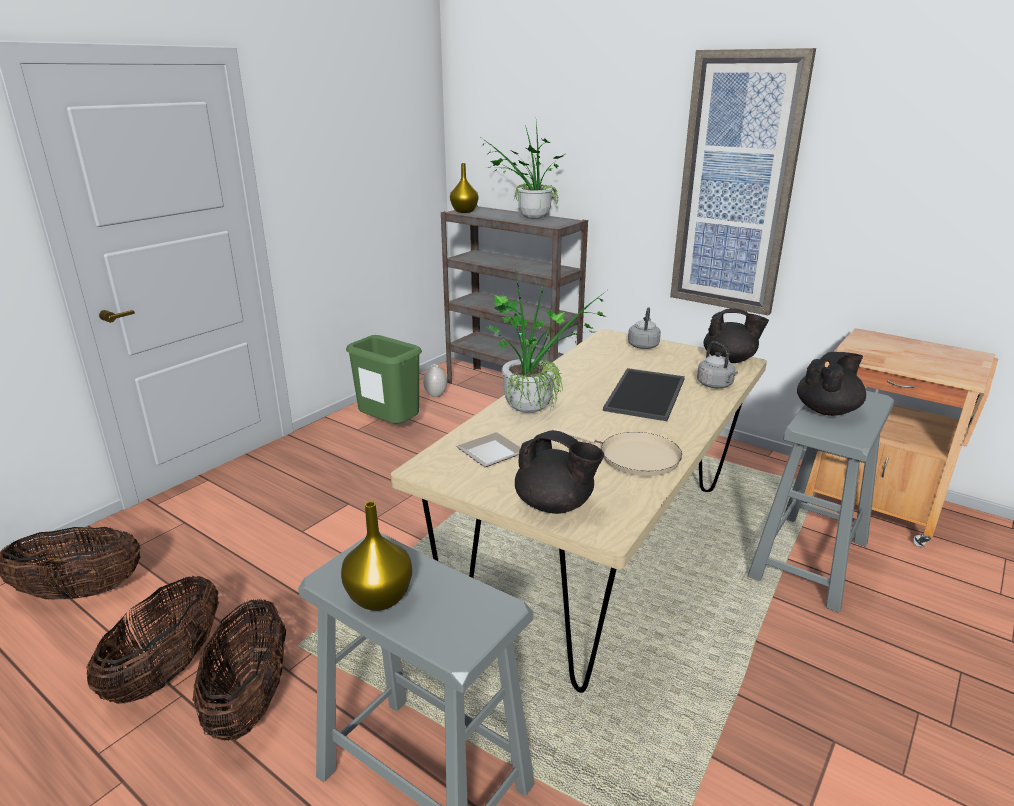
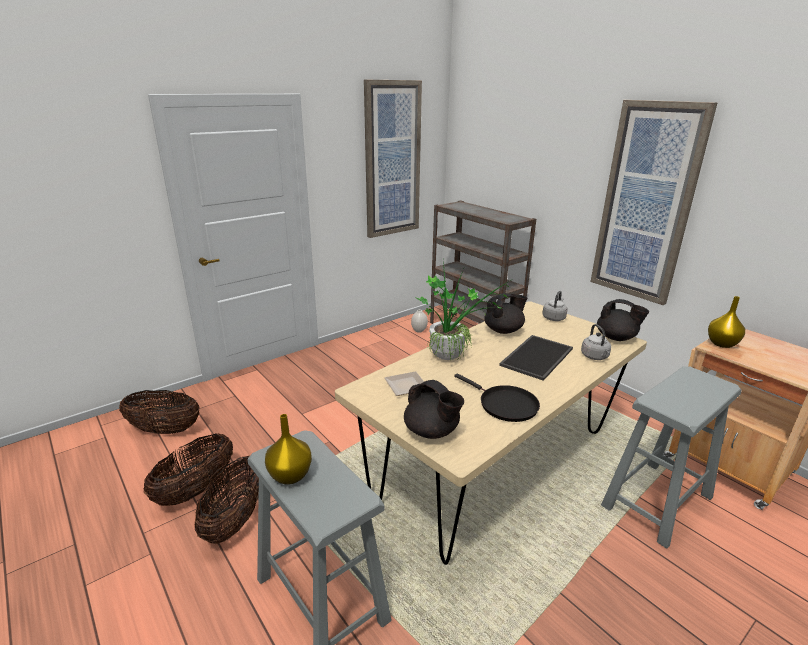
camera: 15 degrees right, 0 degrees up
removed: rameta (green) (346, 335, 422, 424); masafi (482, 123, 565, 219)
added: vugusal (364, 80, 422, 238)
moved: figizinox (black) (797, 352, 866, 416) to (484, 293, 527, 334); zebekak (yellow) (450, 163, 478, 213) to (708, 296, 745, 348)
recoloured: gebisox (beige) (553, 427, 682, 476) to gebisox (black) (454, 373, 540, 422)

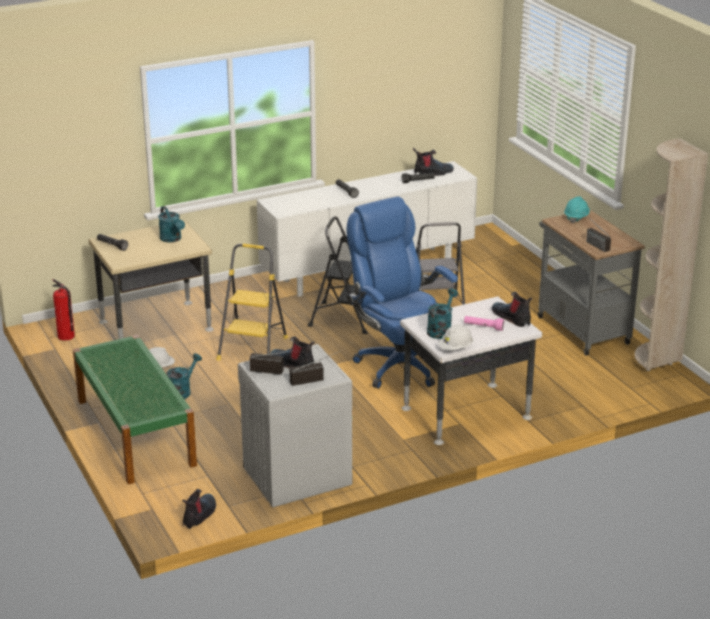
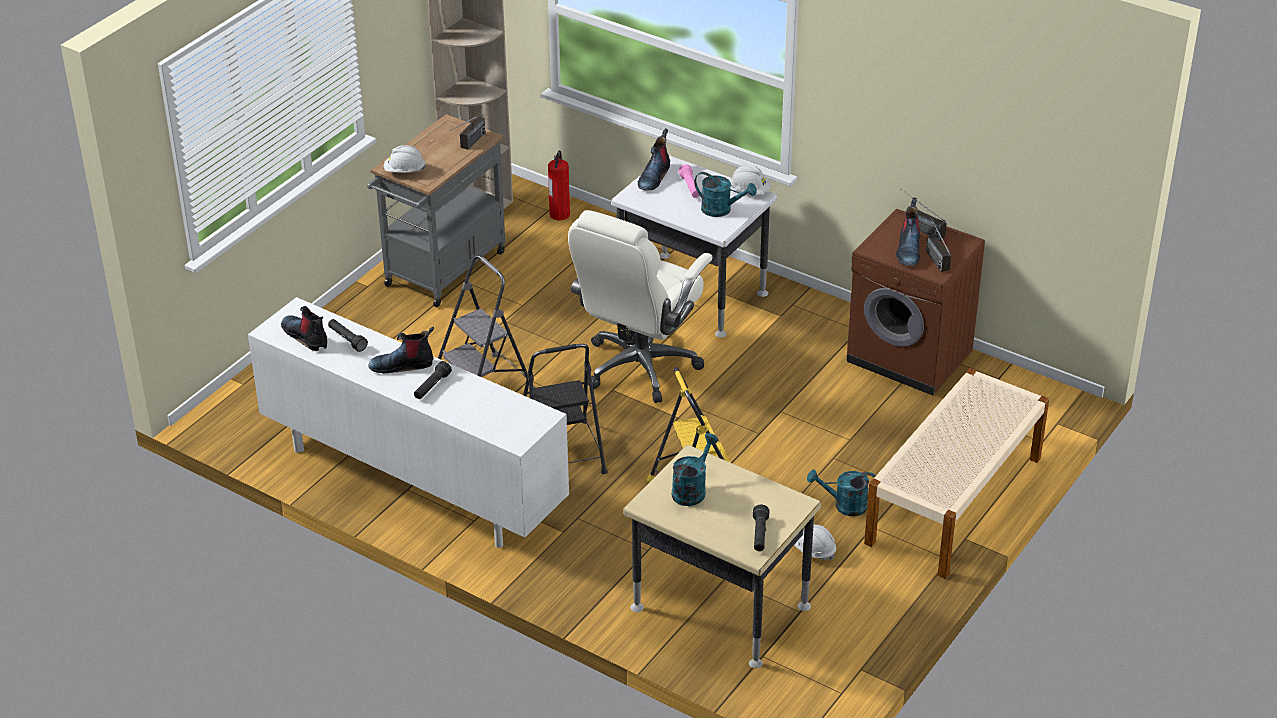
camera: 120 degrees left, 10 degrees up
moved: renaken (182, 489, 216, 529) to (368, 327, 434, 373); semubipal (53, 279, 75, 341) to (548, 151, 570, 221)
recoloured: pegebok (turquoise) (564, 196, 590, 223) to pegebok (white) (384, 145, 426, 173); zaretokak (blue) (347, 197, 458, 389) to zaretokak (white) (568, 210, 712, 403); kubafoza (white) (238, 344, 352, 507) to kubafoza (brown) (847, 209, 985, 395); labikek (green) (73, 335, 197, 485) to labikek (beige) (864, 368, 1049, 579)
turned: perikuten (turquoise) (427, 288, 458, 339) = (694, 172, 757, 217) 150 degrees counterclockwise

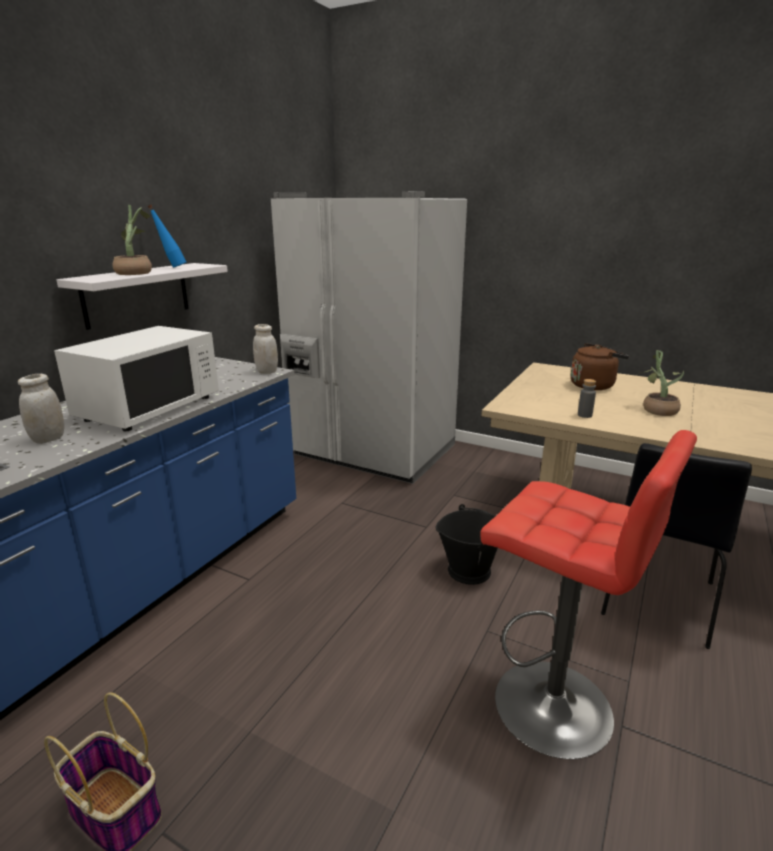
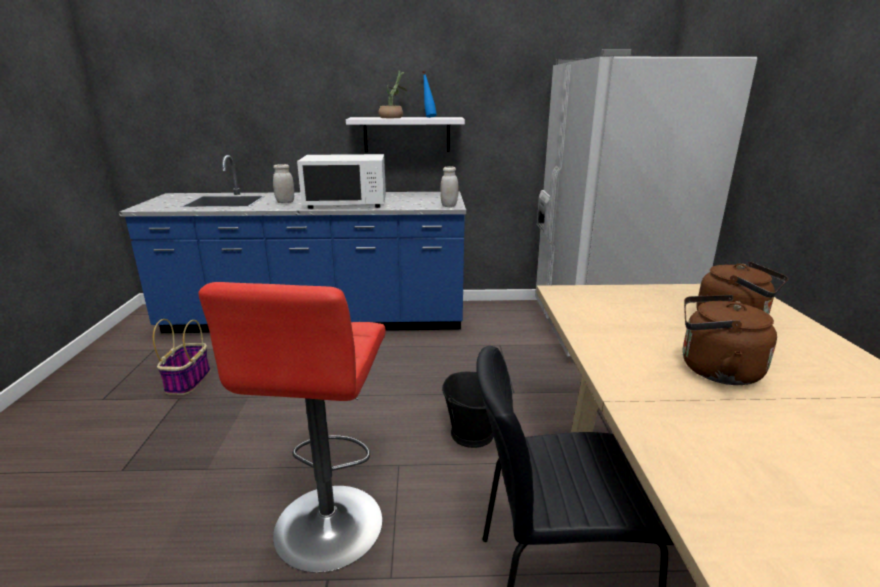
camera: 60 degrees right, 0 degrees up
removed: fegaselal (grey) (578, 379, 596, 418)
replaced: masafi (642, 350, 684, 416) to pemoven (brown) (683, 295, 777, 385)

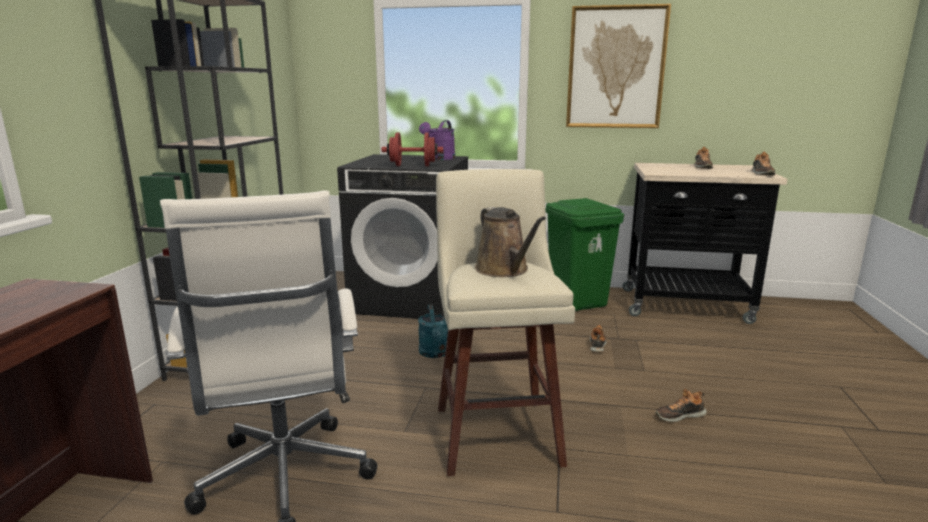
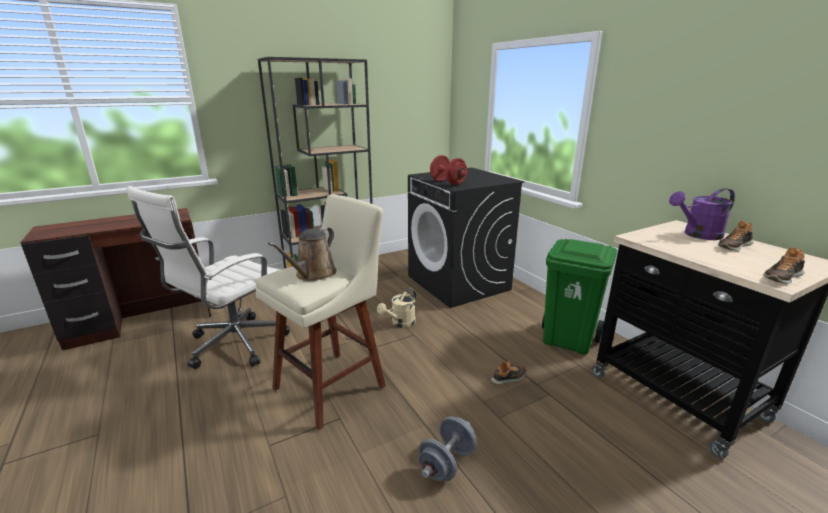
camera: 50 degrees right, 5 degrees up
removed: vugusal (566, 4, 671, 128)
moved: perikuten (purple) (419, 120, 455, 160) to (669, 188, 735, 240)
replaced: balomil (656, 389, 707, 422) to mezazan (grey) (418, 416, 477, 481)
recoloured: perikuten (turquoise) (418, 304, 448, 358) to perikuten (beige) (377, 288, 416, 328)

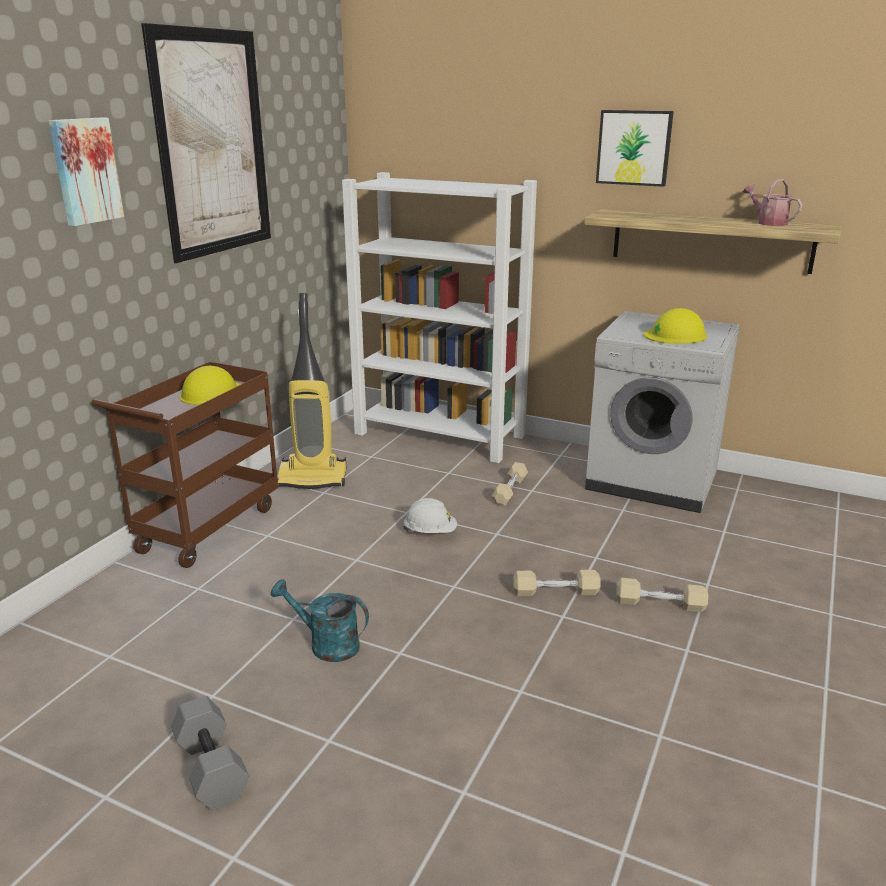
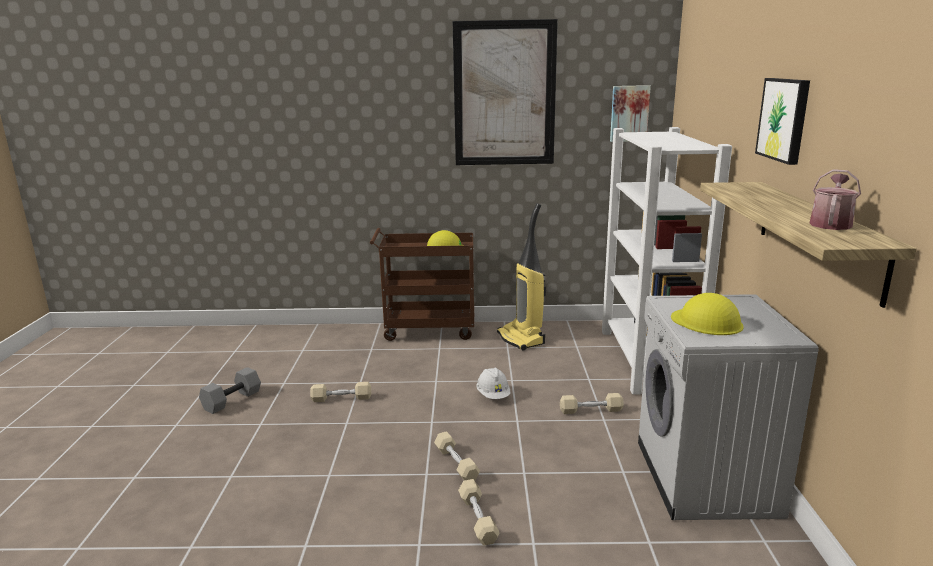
camera: 65 degrees right, 5 degrees down
moved: vugusal (49, 117, 124, 226) to (610, 85, 651, 142)
replaced: perikuten (turquoise) (270, 579, 369, 662) to mezazan (beige) (310, 382, 371, 402)

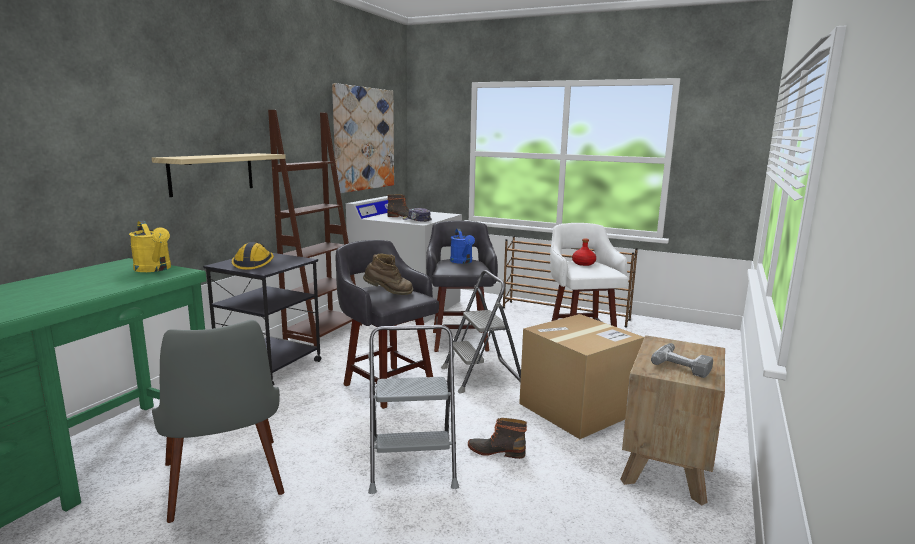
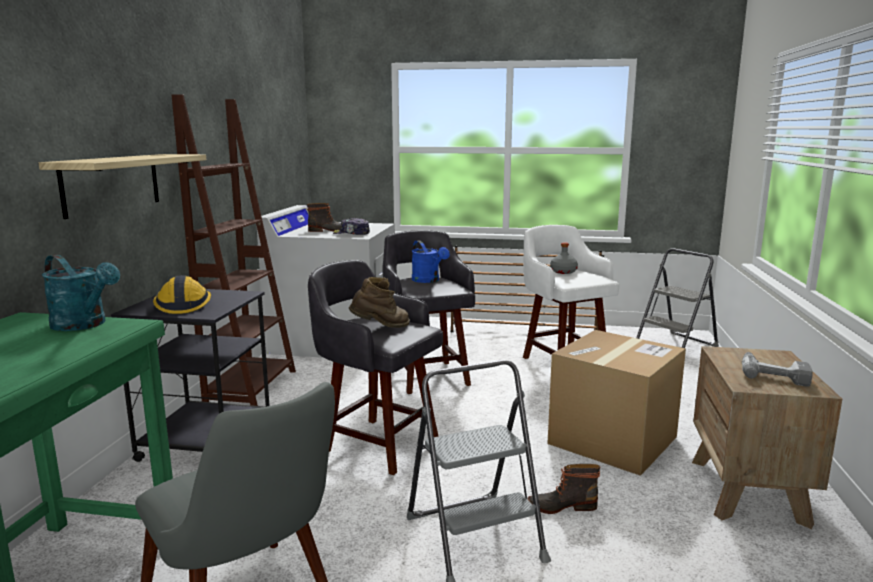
camera: 15 degrees left, 0 degrees up
removed: vugusal (332, 83, 394, 193)
moved: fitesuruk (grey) (441, 270, 521, 394) to (636, 248, 719, 348)
recoloured: perikuten (yellow) (129, 221, 171, 272) to perikuten (turquoise) (42, 255, 120, 331); fegaselal (red) (572, 239, 596, 266) to fegaselal (grey) (550, 243, 578, 274)

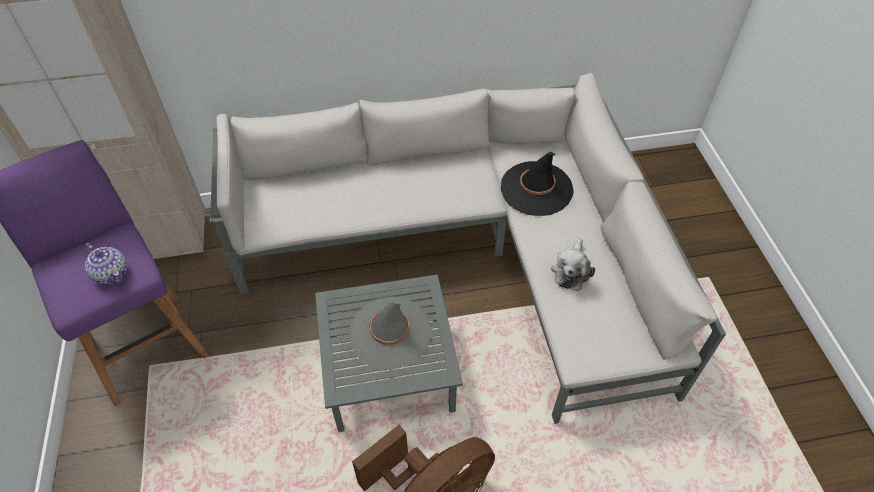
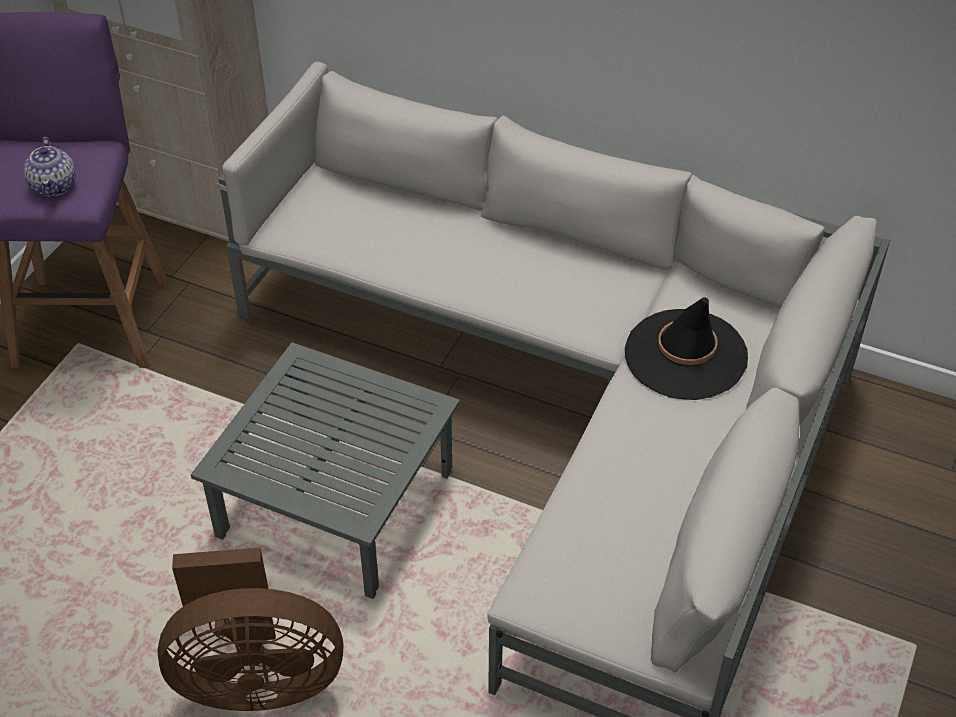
camera: 35 degrees right, 5 degrees down
removed: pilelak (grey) (349, 297, 432, 369); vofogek (551, 239, 595, 291)

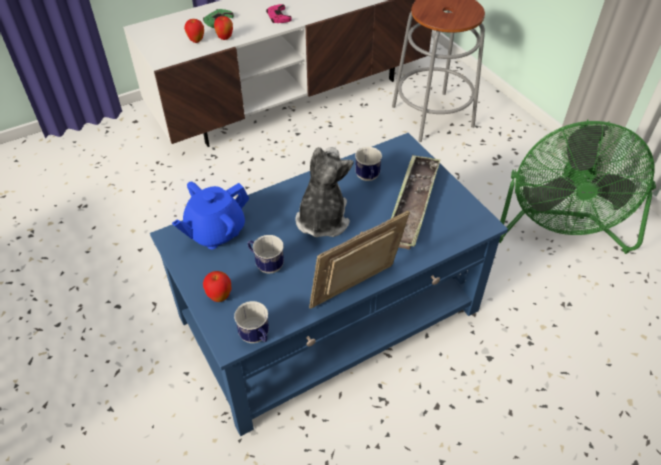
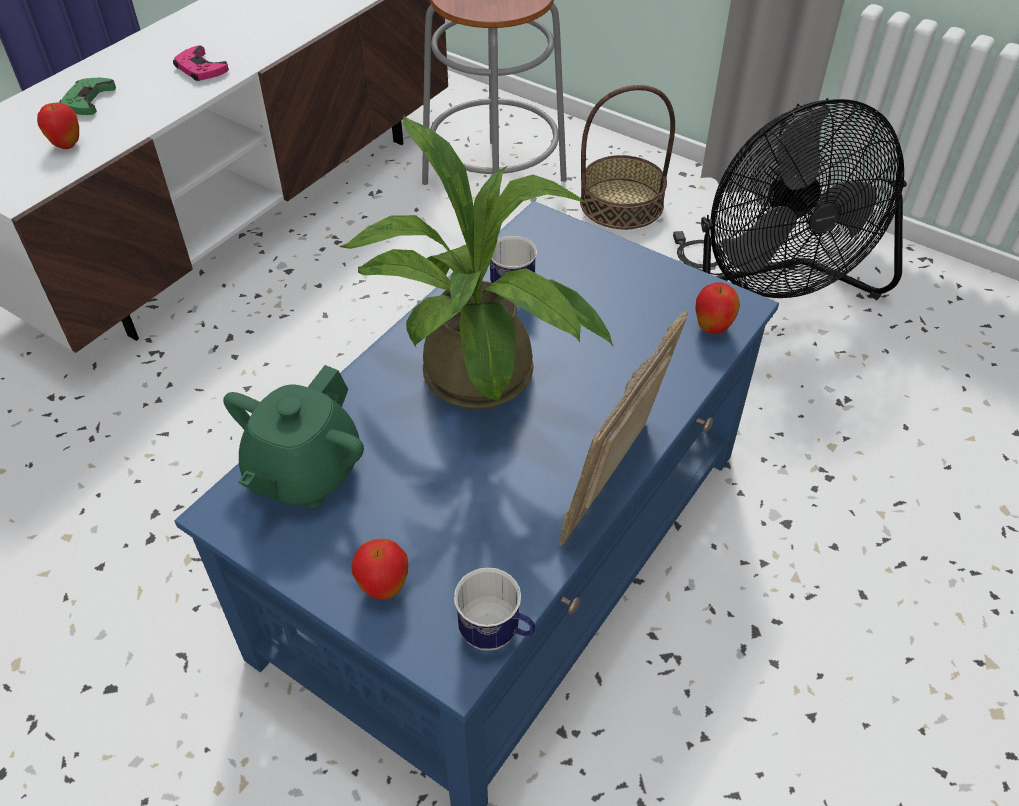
camera: 25 degrees left, 0 degrees up
removed: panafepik (248, 235, 284, 273); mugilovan (391, 155, 441, 249)
added: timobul (580, 85, 675, 229)
moved: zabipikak (214, 16, 233, 40) to (695, 283, 740, 334)
replaced: vofogek (295, 147, 354, 238) to masafi (339, 115, 613, 410)
recoloured: figizinox (blue) (172, 182, 250, 249) to figizinox (green) (223, 365, 364, 508); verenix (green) (499, 120, 656, 254) to verenix (black) (673, 98, 907, 301)

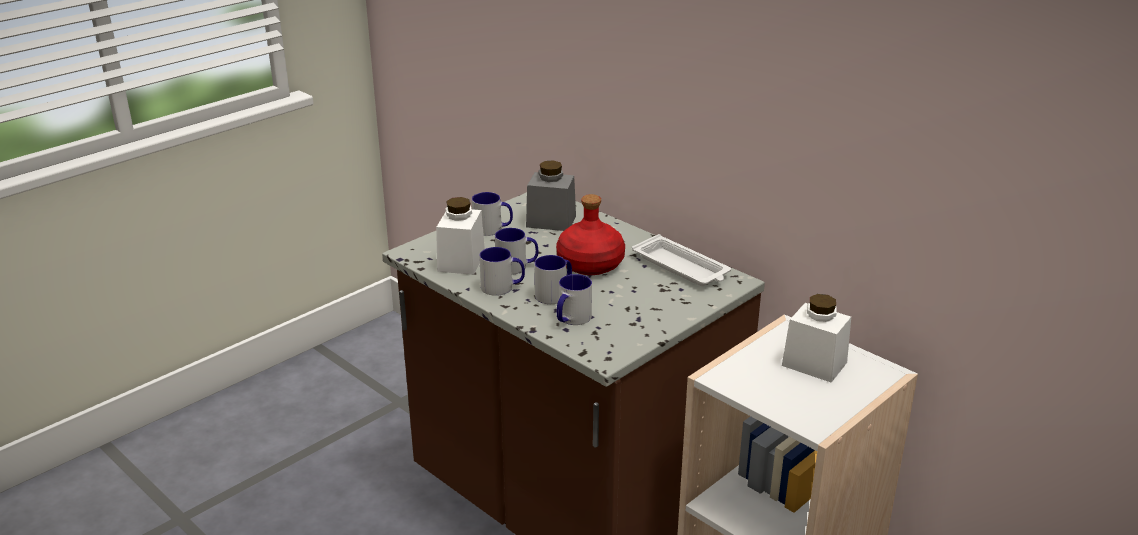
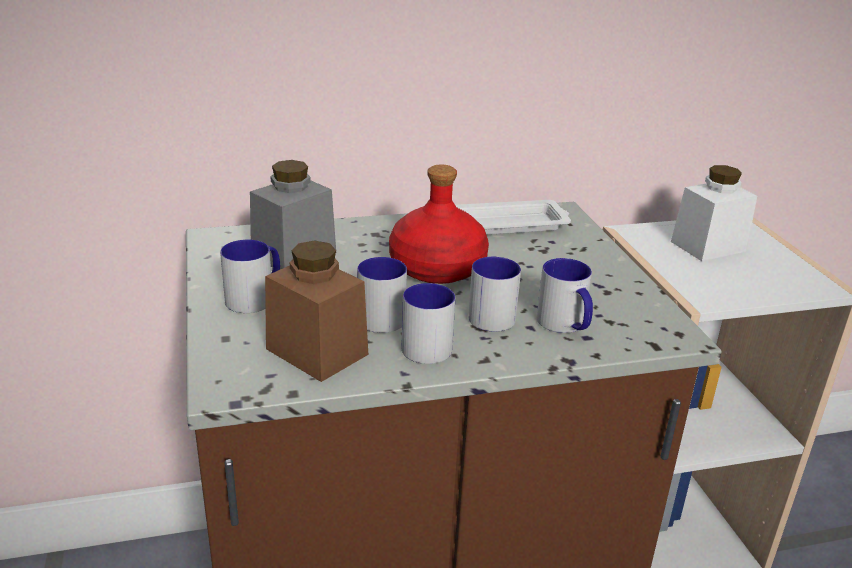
camera: 60 degrees left, 0 degrees up
recoloured: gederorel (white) (436, 197, 485, 275) to gederorel (brown) (265, 241, 368, 382)

